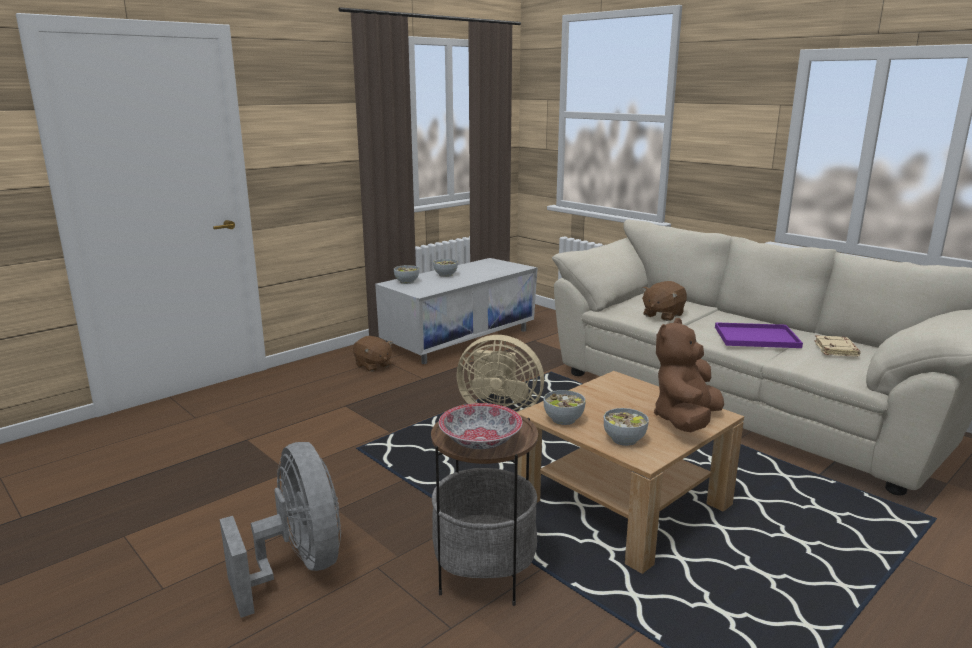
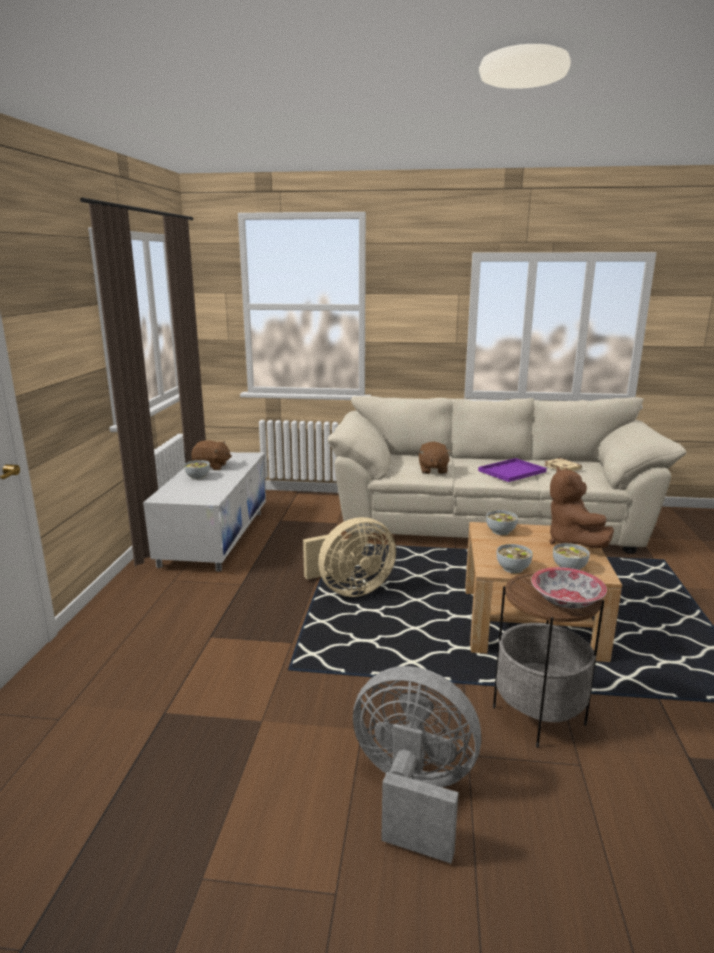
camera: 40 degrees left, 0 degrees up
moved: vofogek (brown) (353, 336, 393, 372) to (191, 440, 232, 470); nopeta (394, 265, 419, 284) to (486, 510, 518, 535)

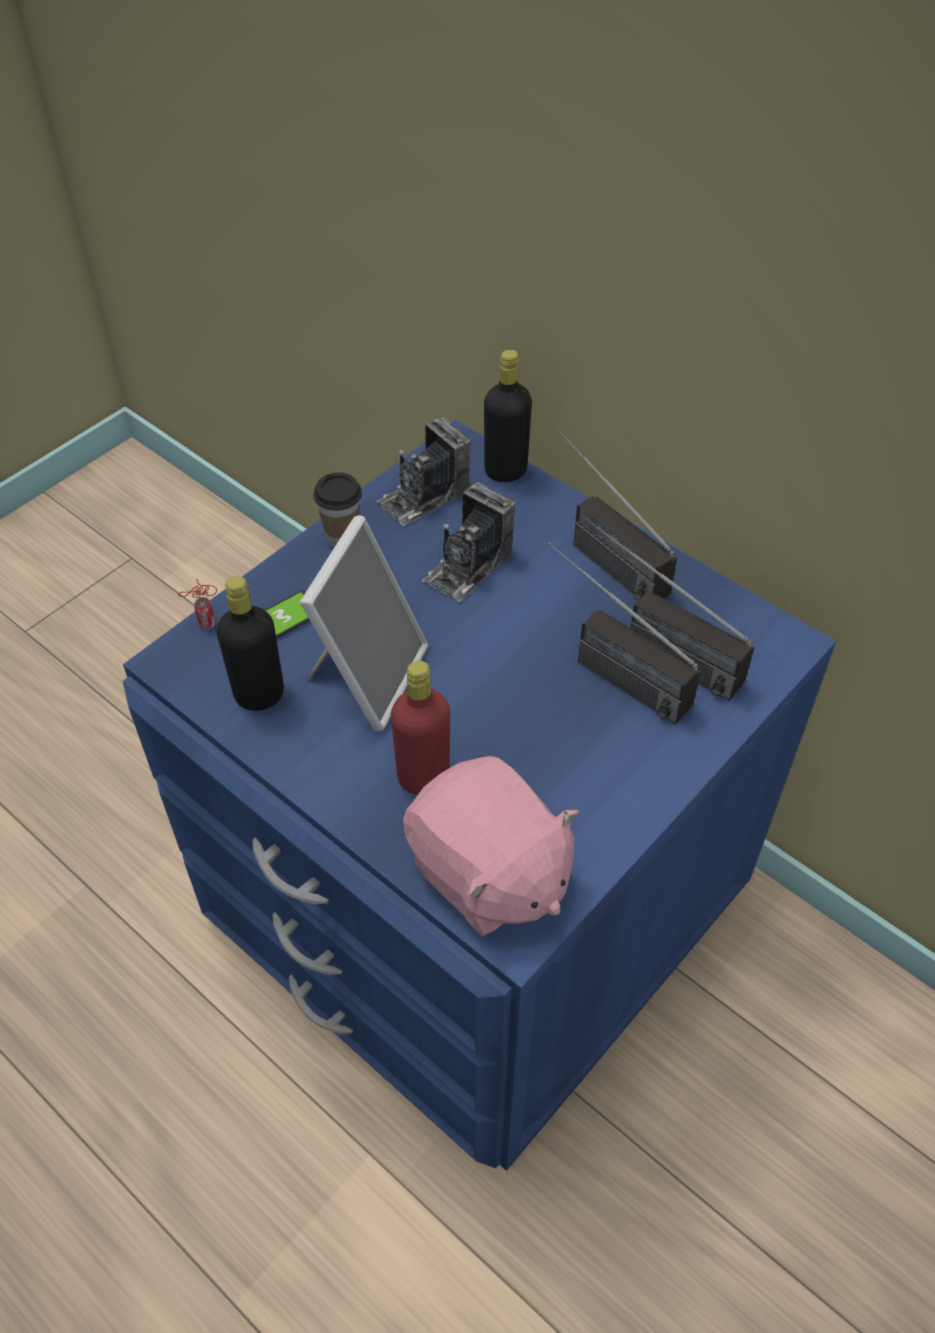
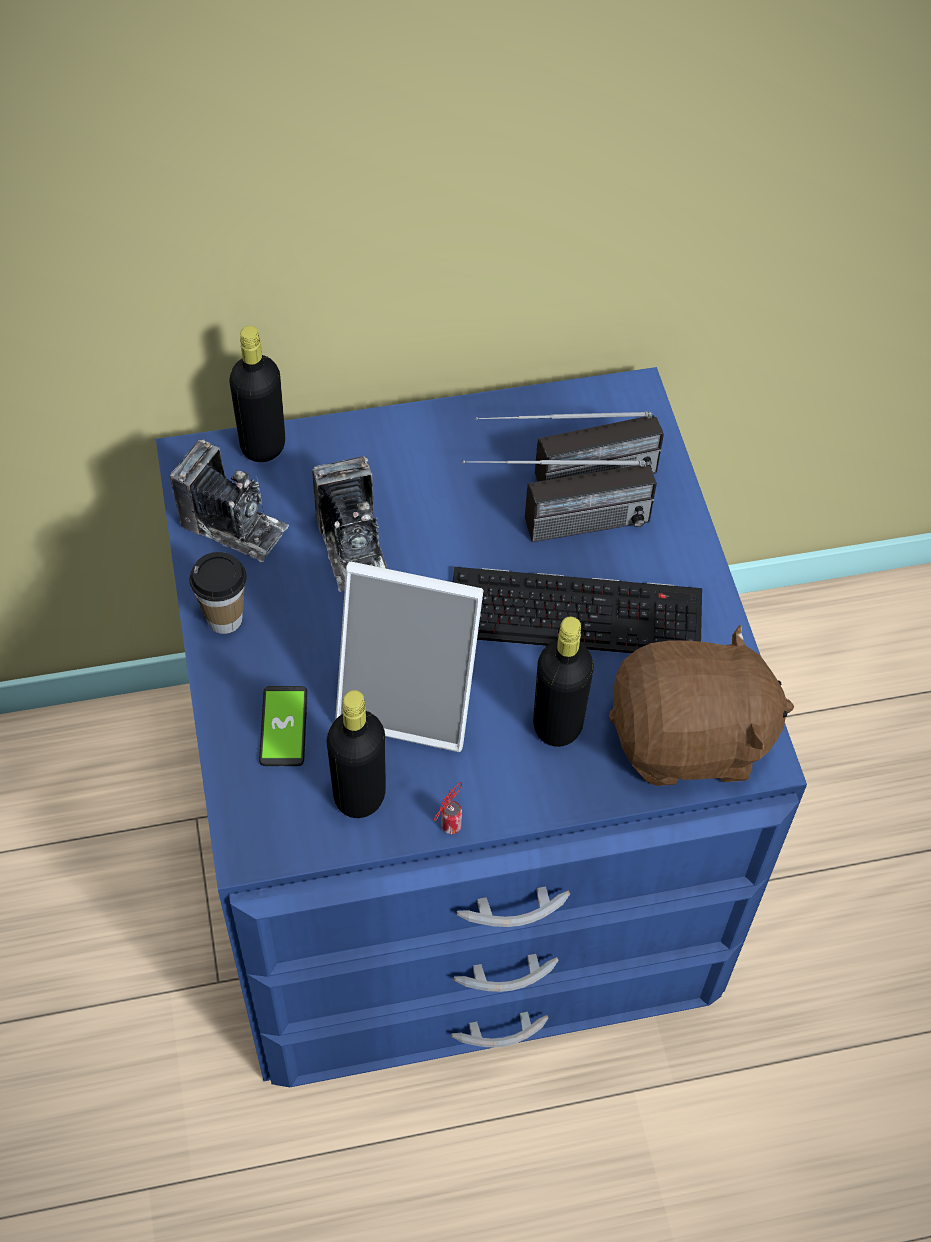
camera: 55 degrees left, 5 degrees up
removed: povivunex (556, 427, 677, 601)
added: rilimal (453, 567, 702, 653)
moved: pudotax (179, 579, 217, 629) to (434, 782, 462, 834)
recoloured: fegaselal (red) (391, 661, 450, 795) to fegaselal (black) (533, 617, 594, 747); vofogek (pink) (403, 756, 580, 936) to vofogek (brown) (609, 625, 794, 786)
turned: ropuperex (376, 417, 471, 526) = (170, 439, 289, 562) 60 degrees counterclockwise; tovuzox (300, 515, 428, 731) = (335, 562, 483, 752) 135 degrees clockwise

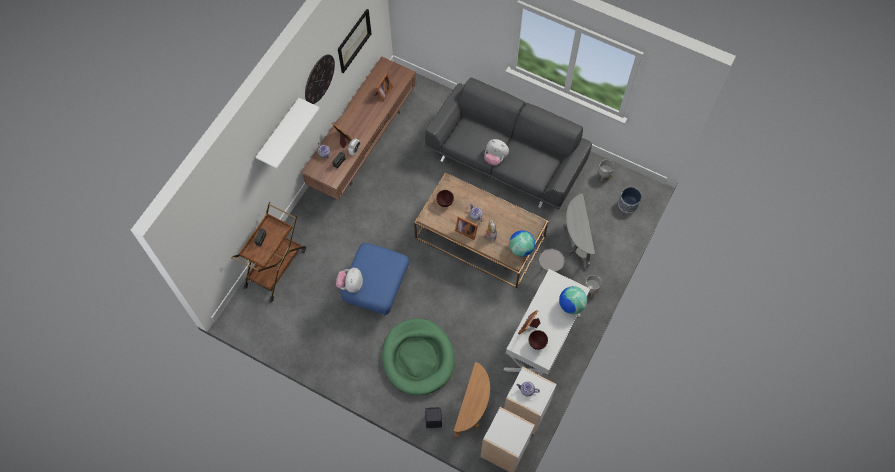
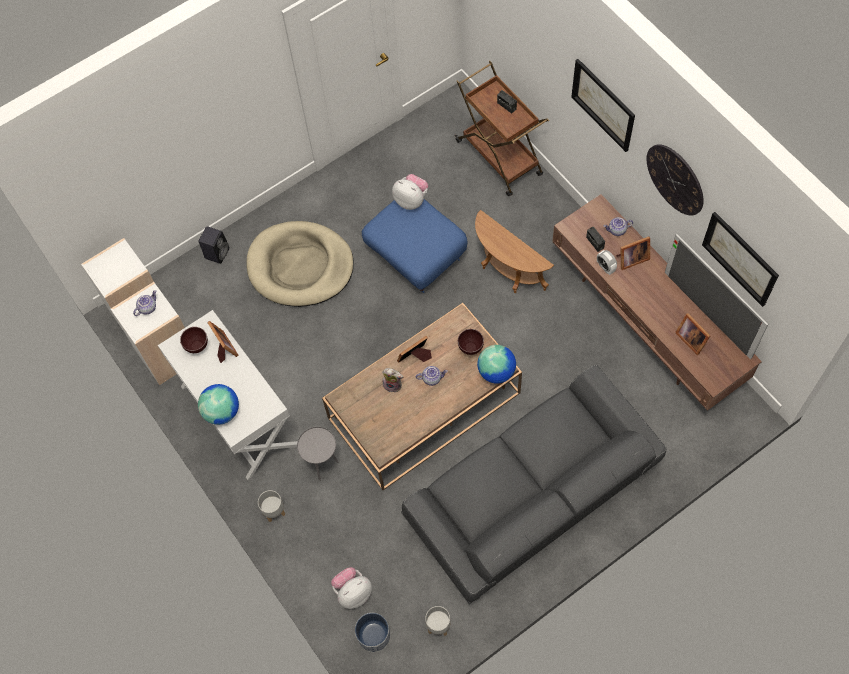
camera: 120 degrees right, 0 degrees up
removed: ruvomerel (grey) (563, 194, 595, 267)
added: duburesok (665, 234, 769, 359)
moved: vofogek (484, 139, 509, 165) to (331, 567, 372, 609); ruvomerel (brown) (454, 362, 490, 439) to (475, 210, 554, 293); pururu (509, 230, 535, 257) to (477, 345, 516, 384)
replaced: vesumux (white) (256, 98, 320, 168) to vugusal (571, 59, 635, 152)
recoloured: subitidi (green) (382, 318, 455, 395) to subitidi (beige) (246, 221, 354, 307)

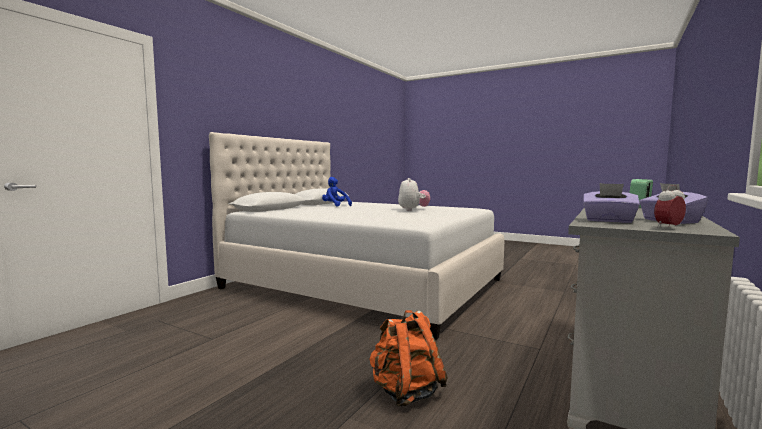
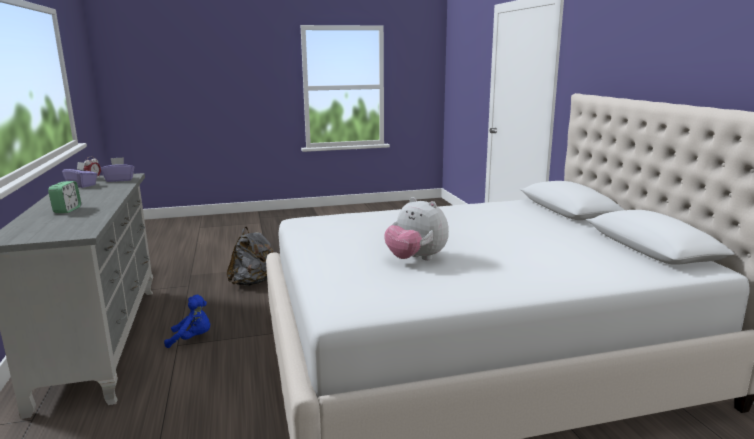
camera: 135 degrees right, 10 degrees up
moved: vofogek (blue) (322, 177, 352, 206) to (164, 295, 210, 348)
recoloured: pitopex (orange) (370, 310, 448, 407) to pitopex (grey) (227, 227, 275, 286)

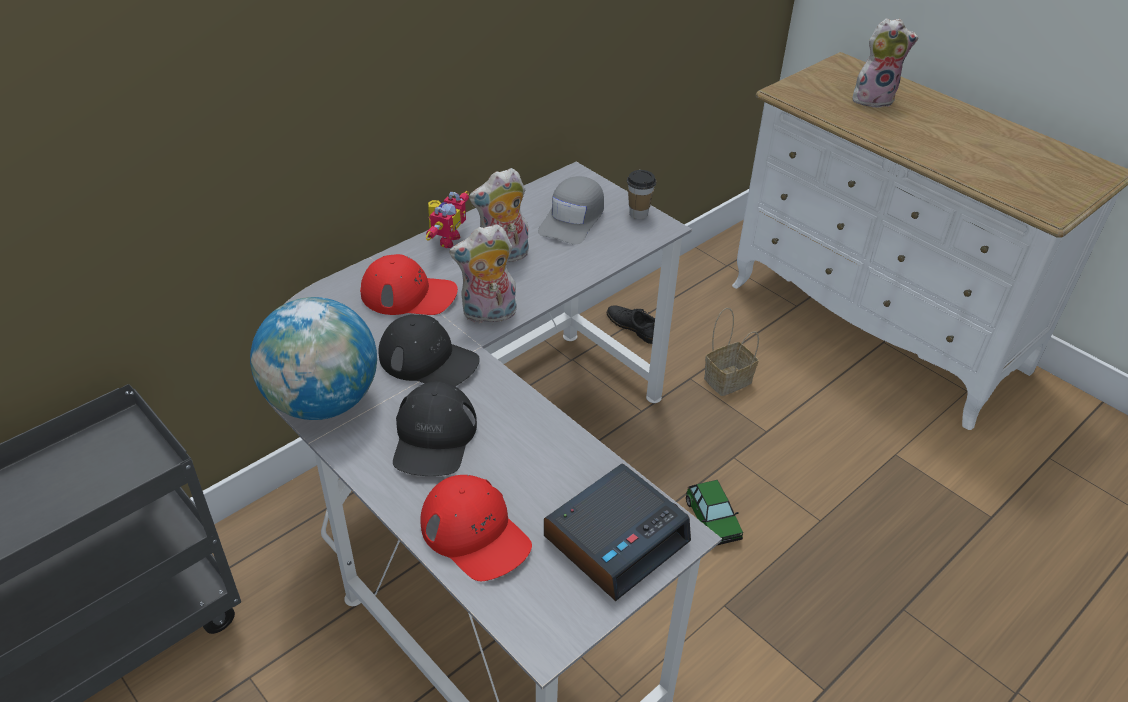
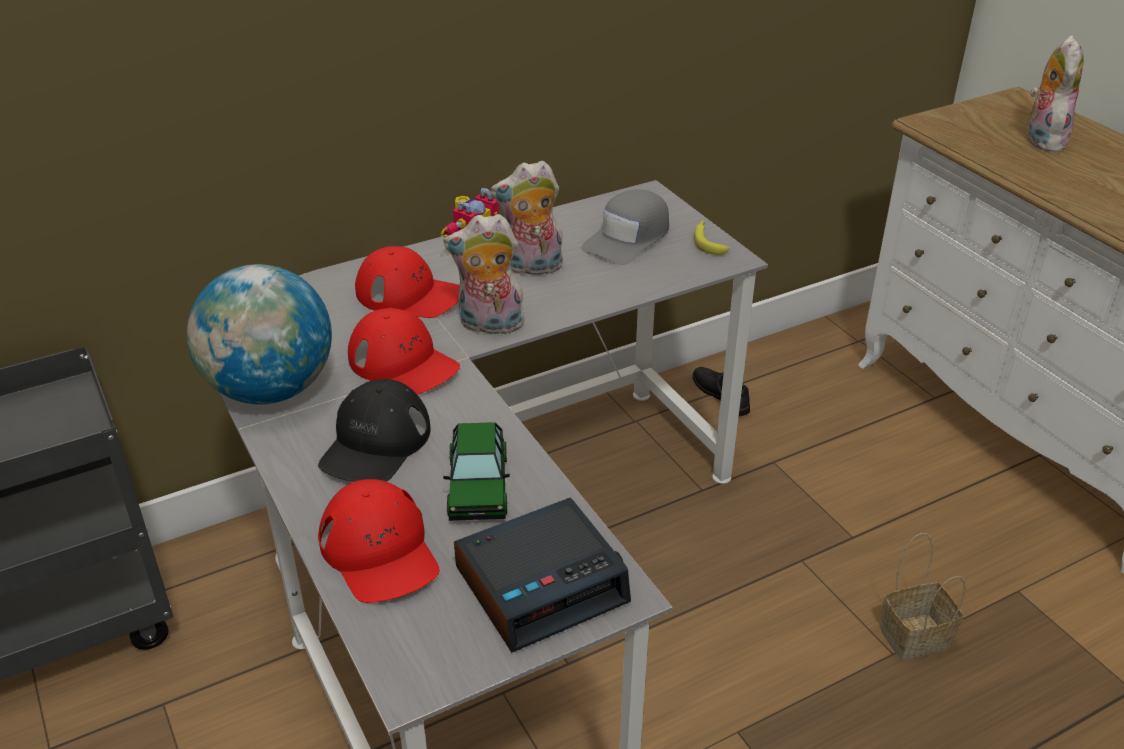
camera: 15 degrees right, 5 degrees down
moved: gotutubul (686, 480, 743, 545) to (443, 422, 510, 521); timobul (704, 308, 759, 396) to (880, 533, 966, 660)
replaced: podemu (627, 170, 656, 219) to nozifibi (694, 220, 730, 255)
recoloured: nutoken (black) (378, 314, 480, 386) to nutoken (red) (348, 308, 460, 395)
turned: vofogek (852, 18, 918, 108) = (1029, 35, 1084, 152) 90 degrees counterclockwise

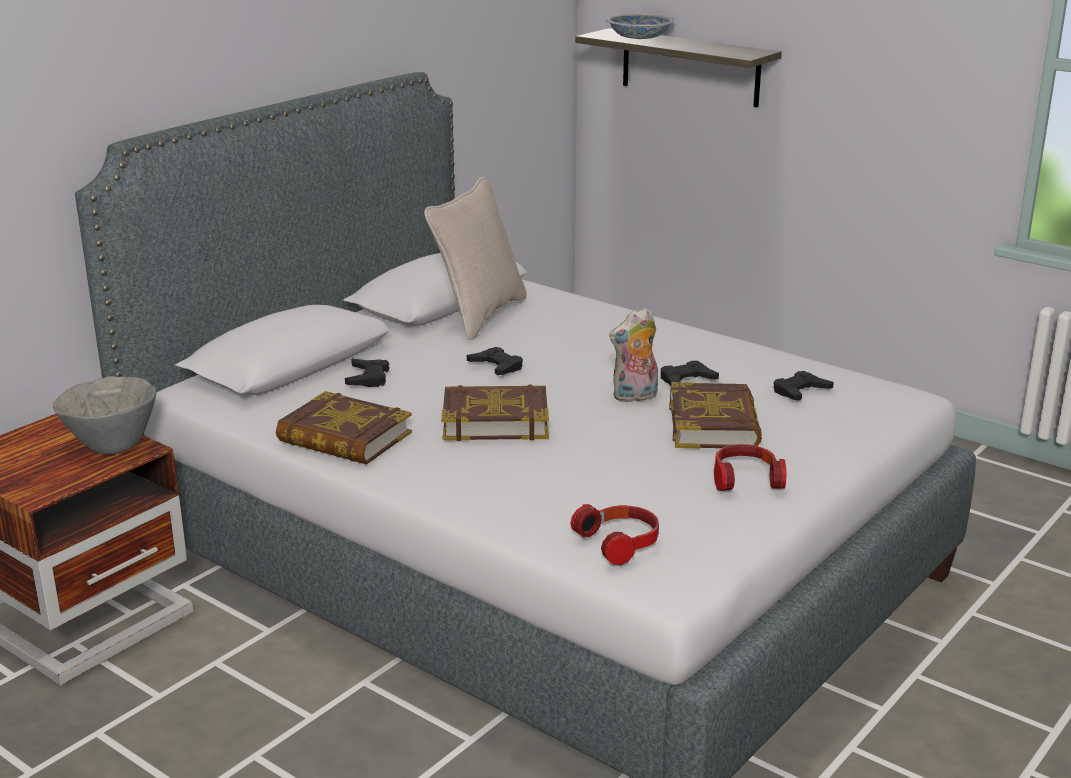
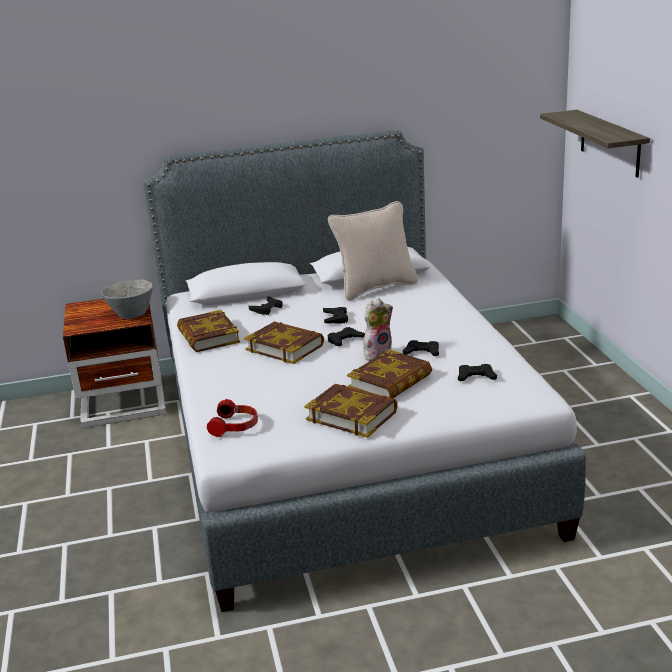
camera: 40 degrees right, 0 degrees up
removed: nopeta (606, 14, 675, 39)
added: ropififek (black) (328, 327, 365, 346)
replaced: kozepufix (714, 444, 787, 491) to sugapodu (304, 384, 398, 438)
turned: vofogek (609, 307, 658, 403) = (363, 298, 393, 361) 135 degrees clockwise

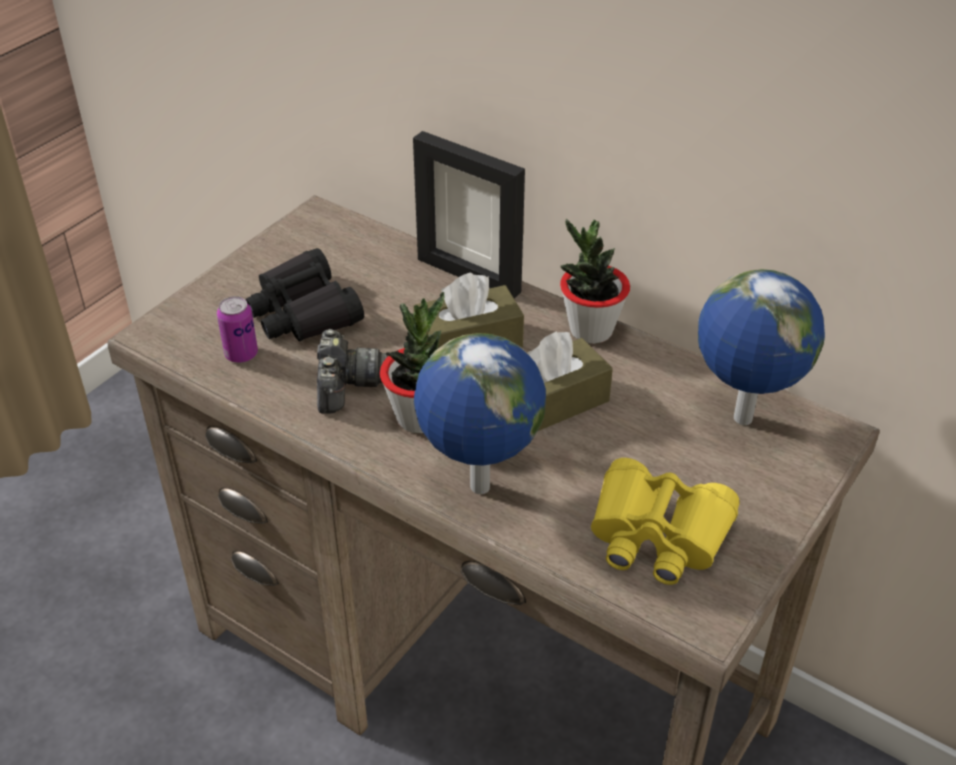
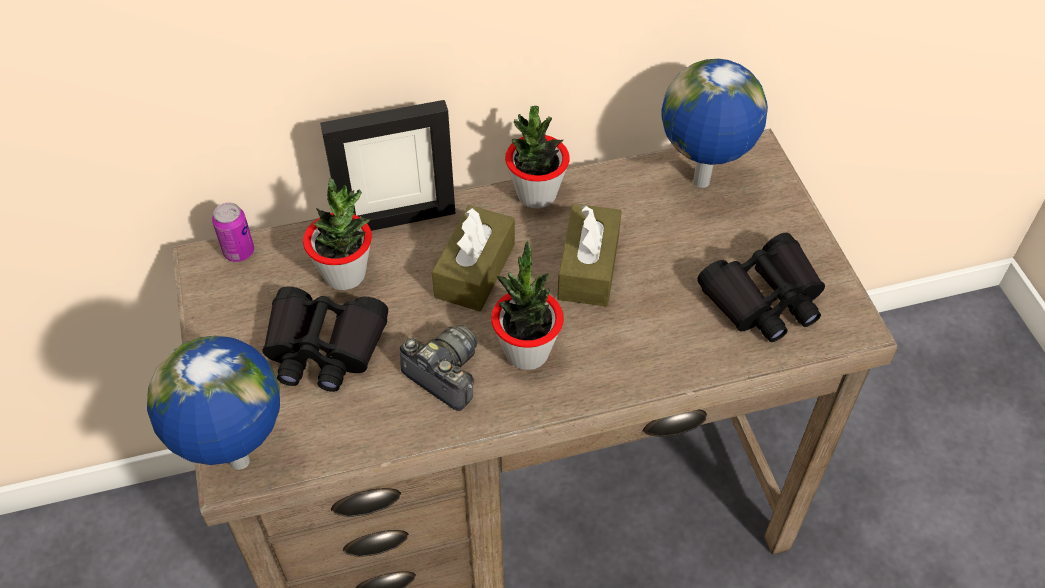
camera: 50 degrees left, 10 degrees up
added: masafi (303, 178, 372, 290)
moved: pururu (414, 333, 546, 494) to (147, 335, 280, 470); pudotax (217, 296, 258, 363) to (212, 203, 254, 262)
recoloured: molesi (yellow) (591, 458, 739, 585) to molesi (black) (697, 233, 825, 342)

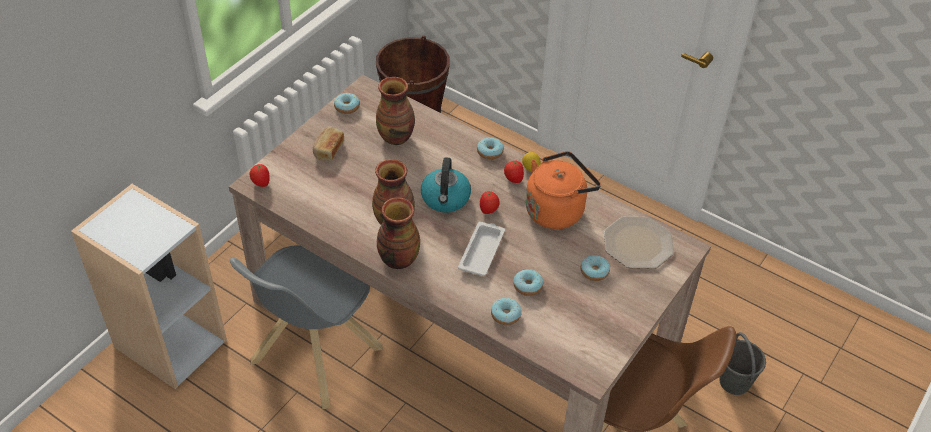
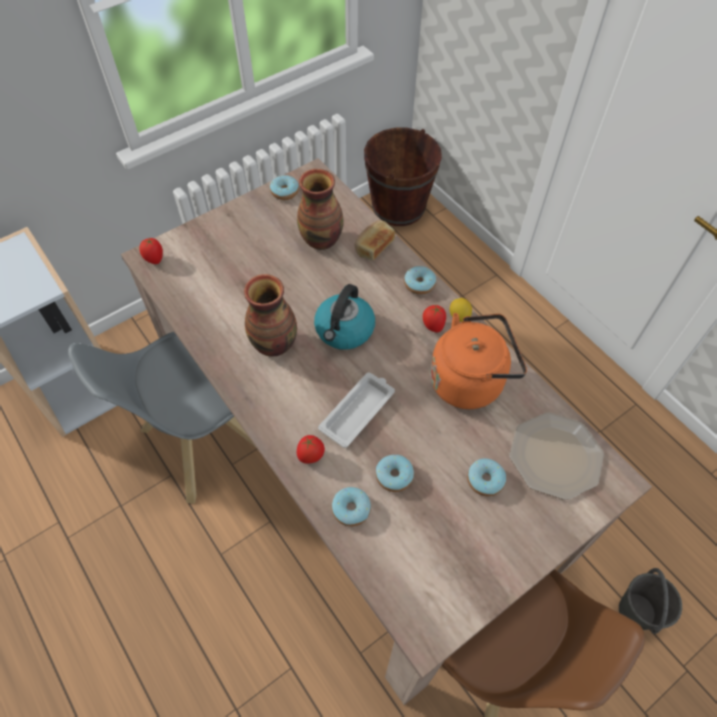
camera: 20 degrees right, 10 degrees up
removed: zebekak (377, 198, 420, 269)
moved: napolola (480, 191, 500, 214) to (297, 435, 325, 464); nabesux (313, 127, 344, 161) to (355, 220, 395, 261)

